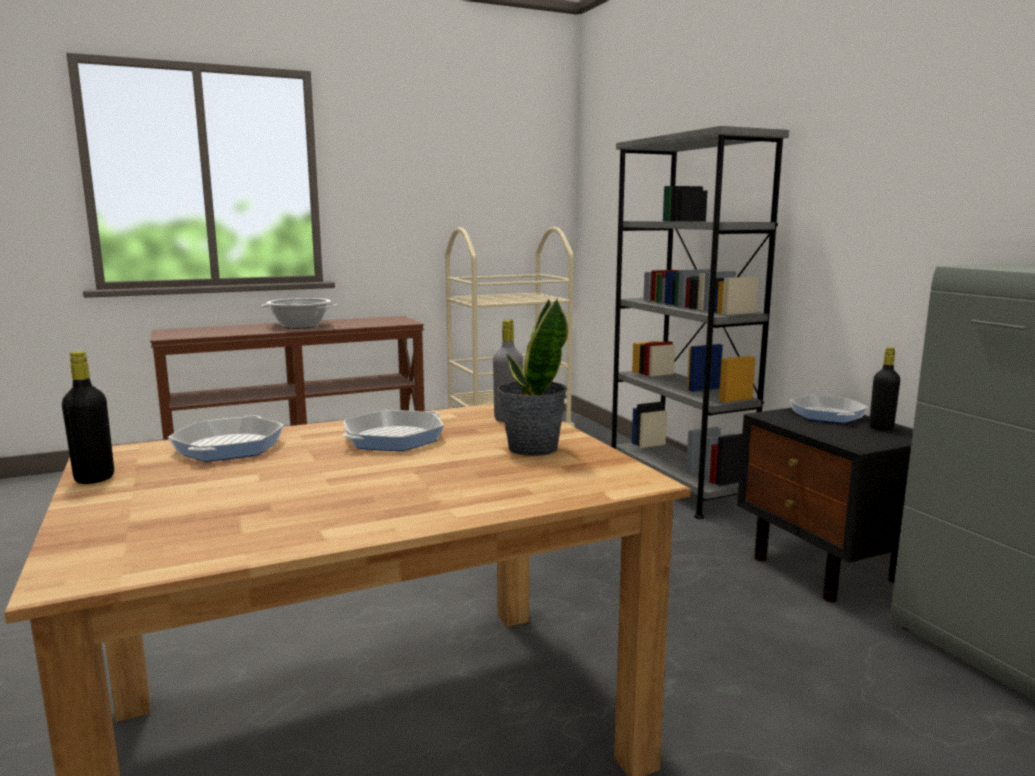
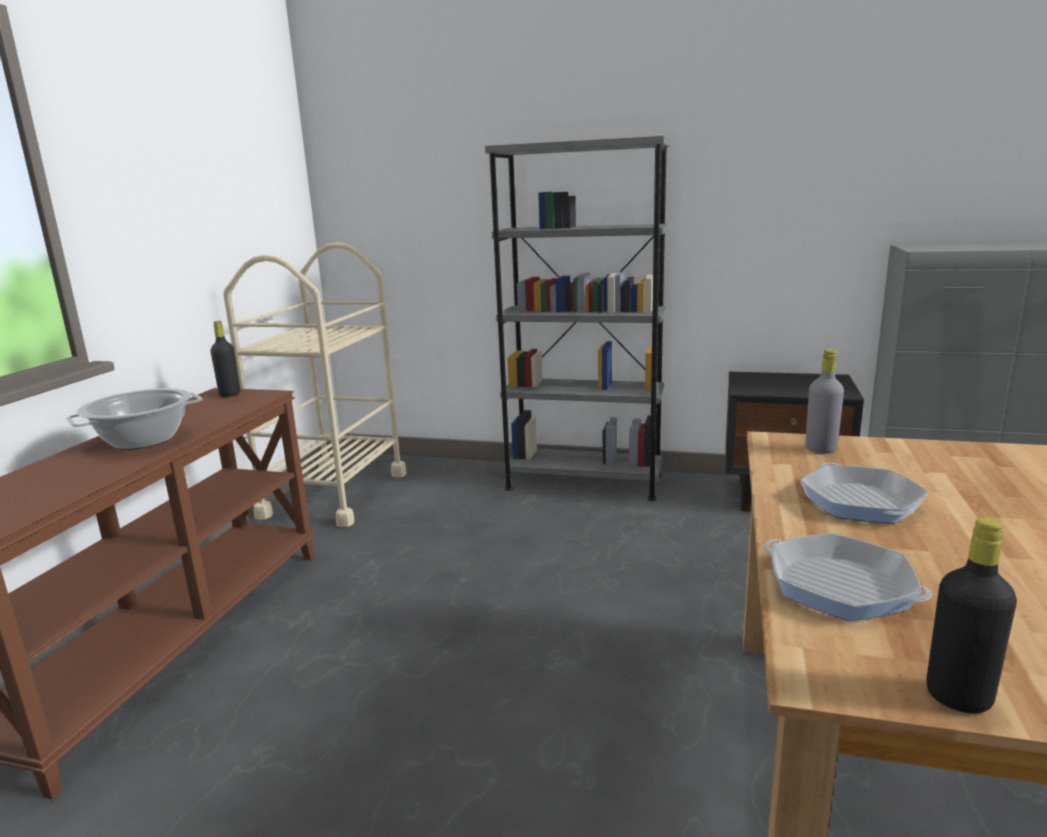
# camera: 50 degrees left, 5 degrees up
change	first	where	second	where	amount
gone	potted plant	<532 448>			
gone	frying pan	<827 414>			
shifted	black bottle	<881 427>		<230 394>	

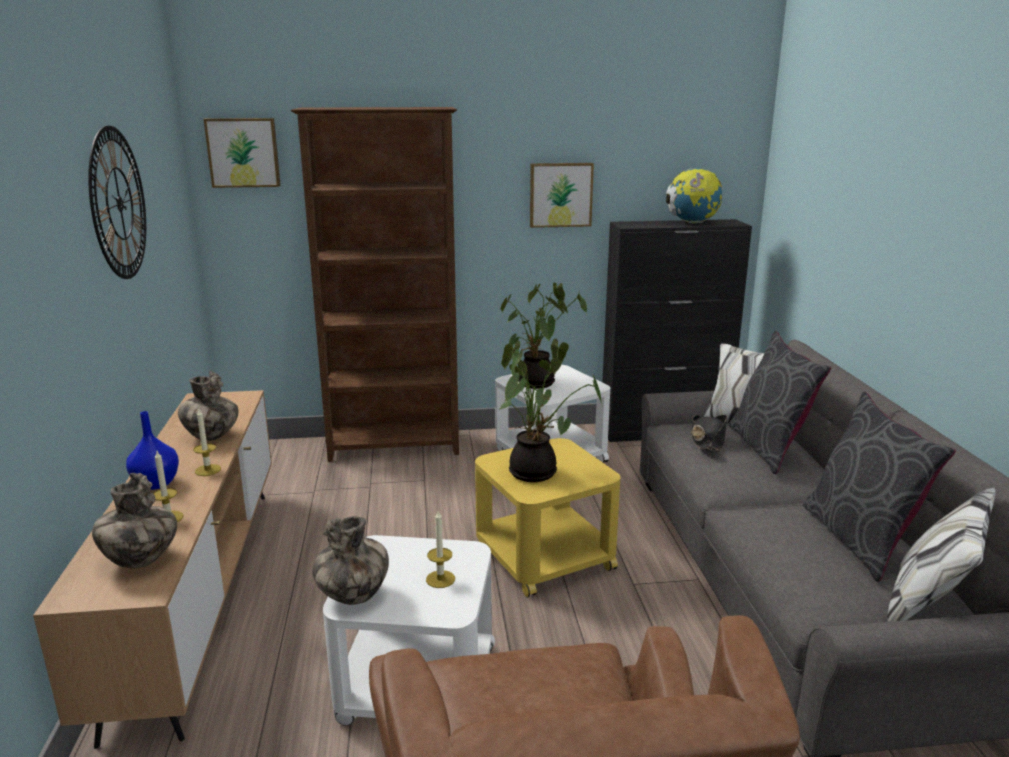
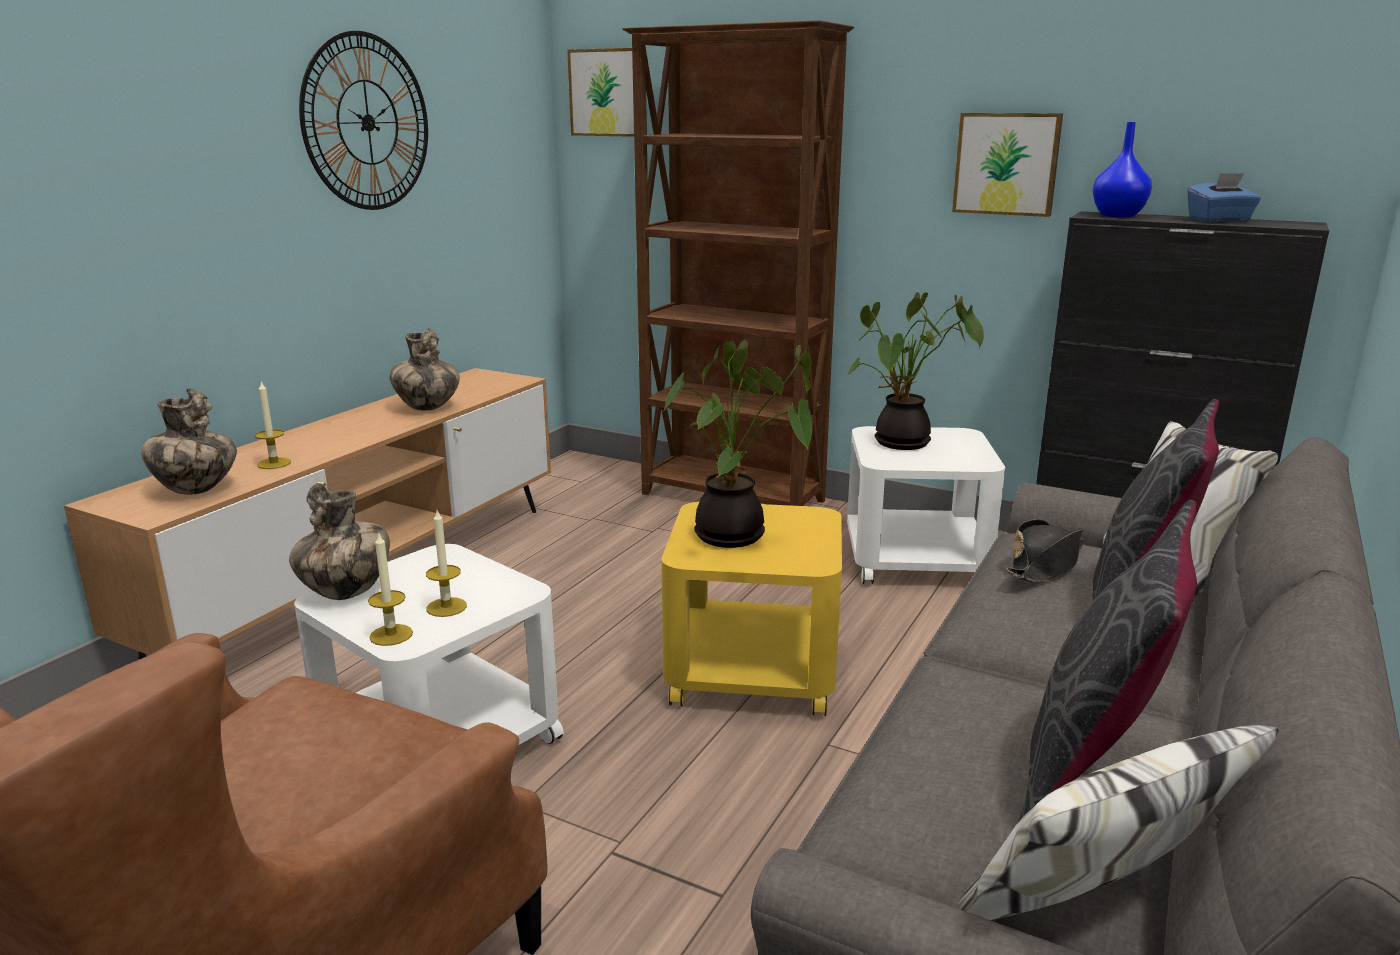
# camera: 35 degrees right, 0 degrees up
change	first	where	second	where	amount
shifted	blue vase	<156 484>		<1118 216>	
shifted	candle	<208 470>		<391 635>	
swapped	globe	<692 223>	blue tissue box	<1219 220>	

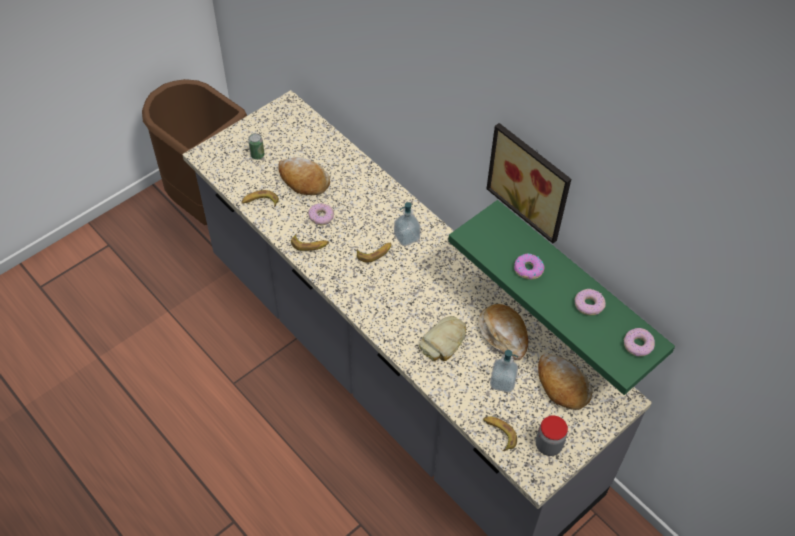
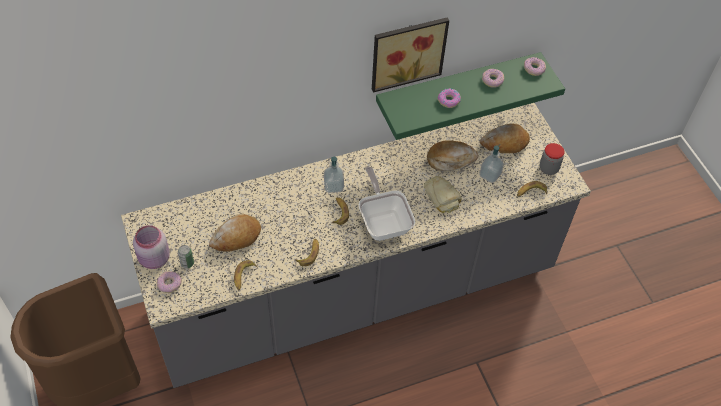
# camera: 70 degrees left, 0 degrees up
change	first	where	second	where	amount
shifted	donut	<321 216>		<169 284>	
new			pink jar	<154 259>	
new			frying pan	<383 221>	

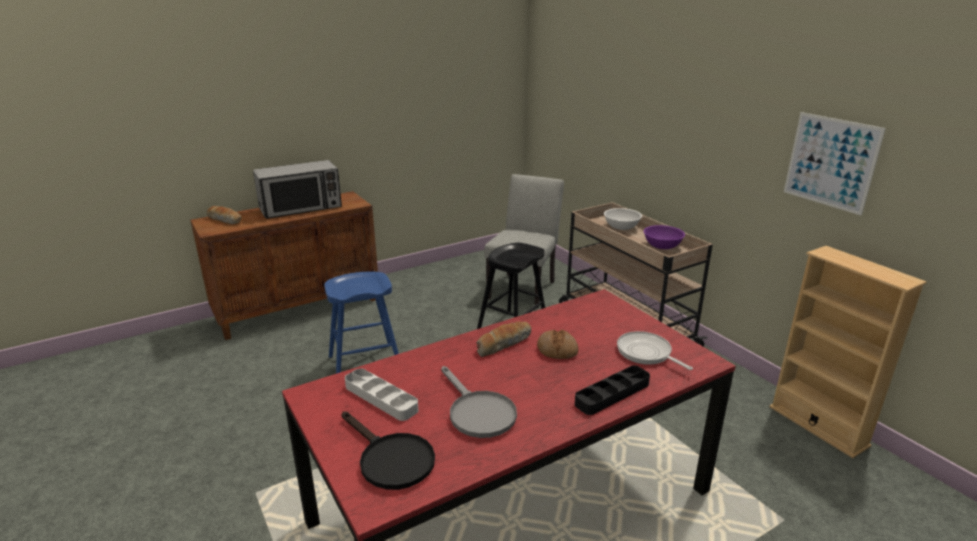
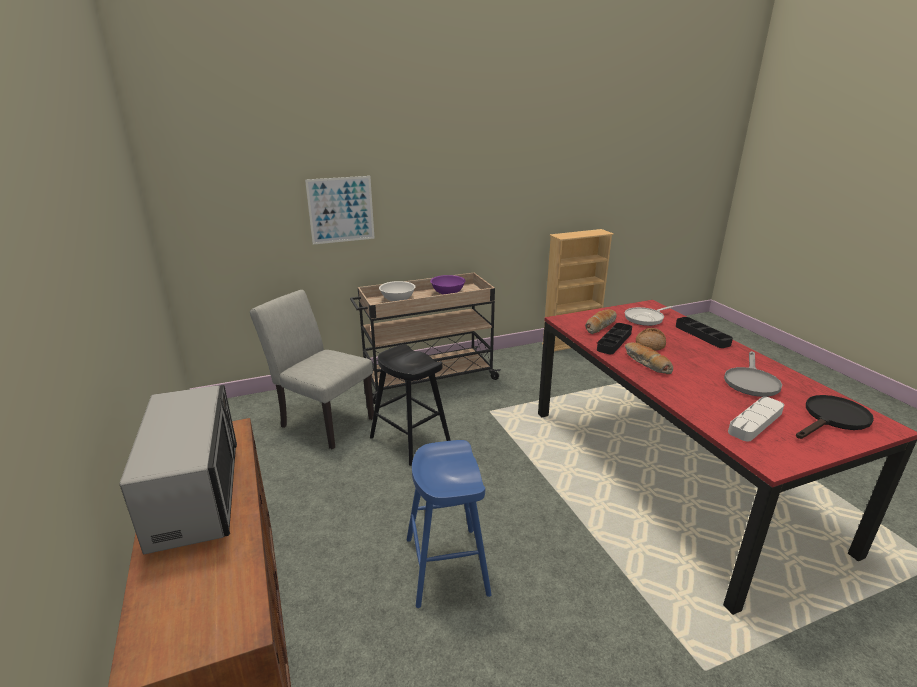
# camera: 80 degrees left, 0 degrees up
change	first	where	second	where	amount
shifted	bread	<225 220>		<600 326>	
rotated	grey frying pan	<477 412>		<750 381>	135 degrees clockwise
shifted	picture	<830 162>		<341 210>	
new			black tray	<614 341>	

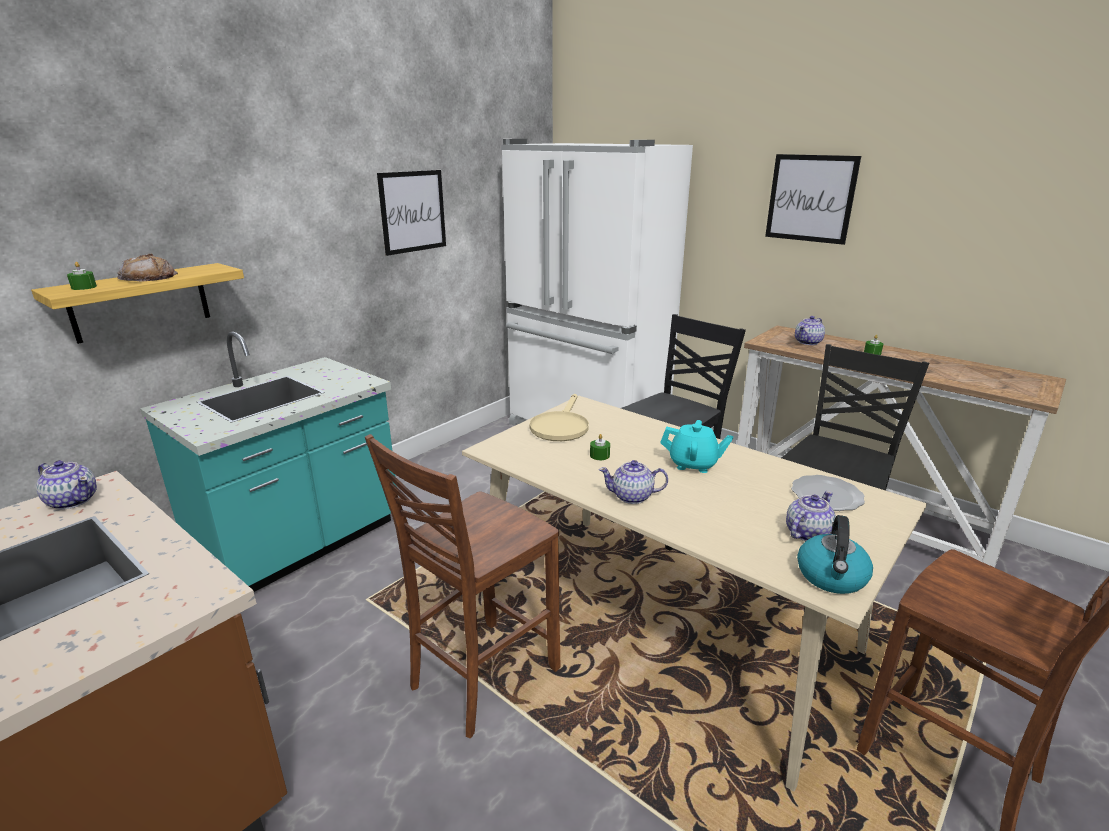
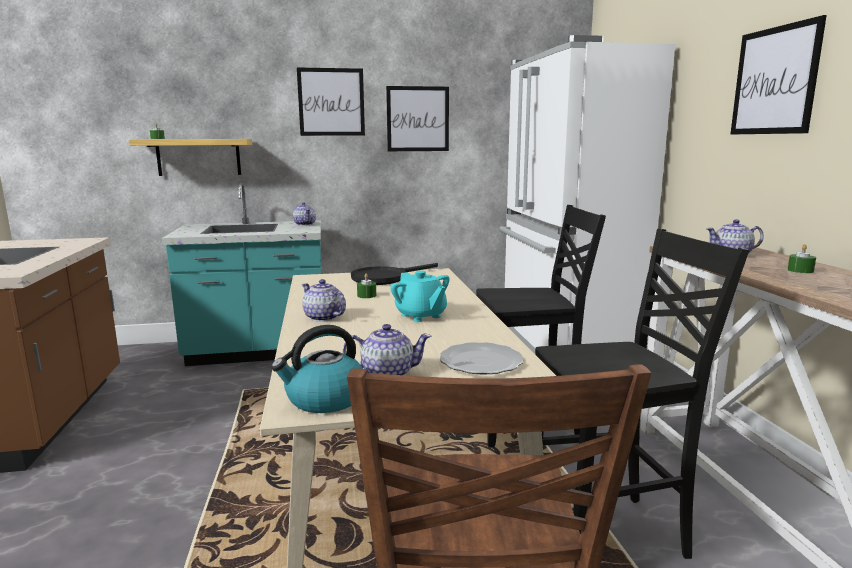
# camera: 40 degrees right, 10 degrees down
change	first	where	second	where	amount
shifted	teapot	<73 500>		<305 224>	
gone	bread	<148 277>			
gone	brown chair	<480 678>			
repainted	beige frying pan	<560 426>	black frying pan	<385 278>	
new			picture	<331 102>	

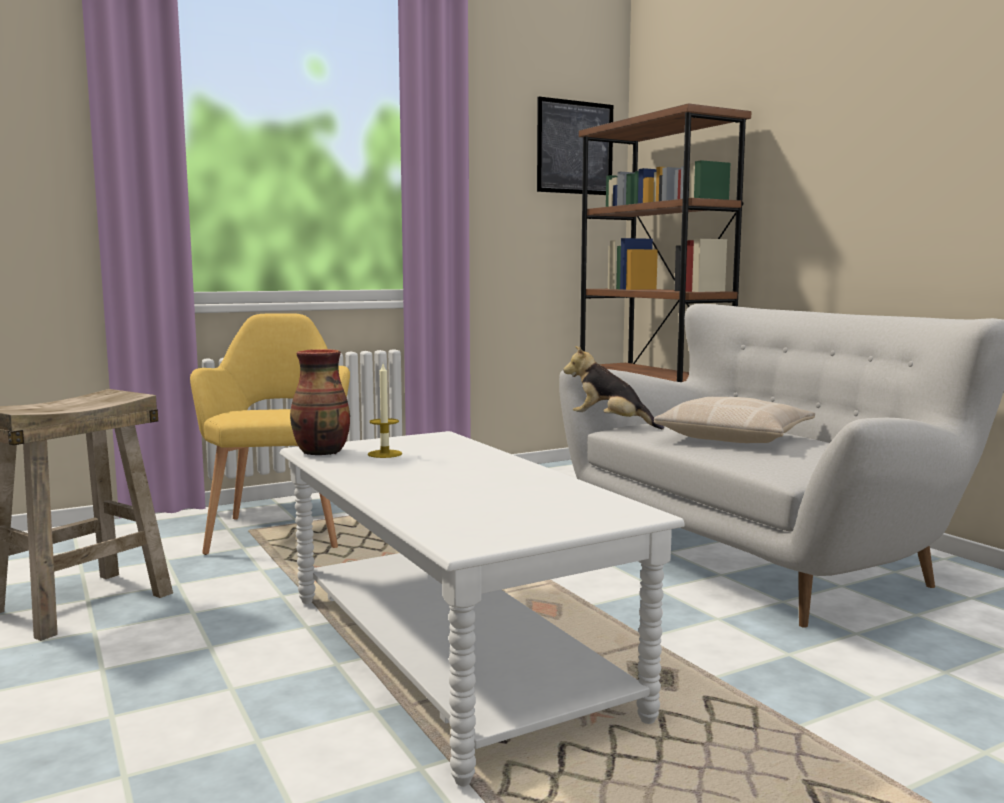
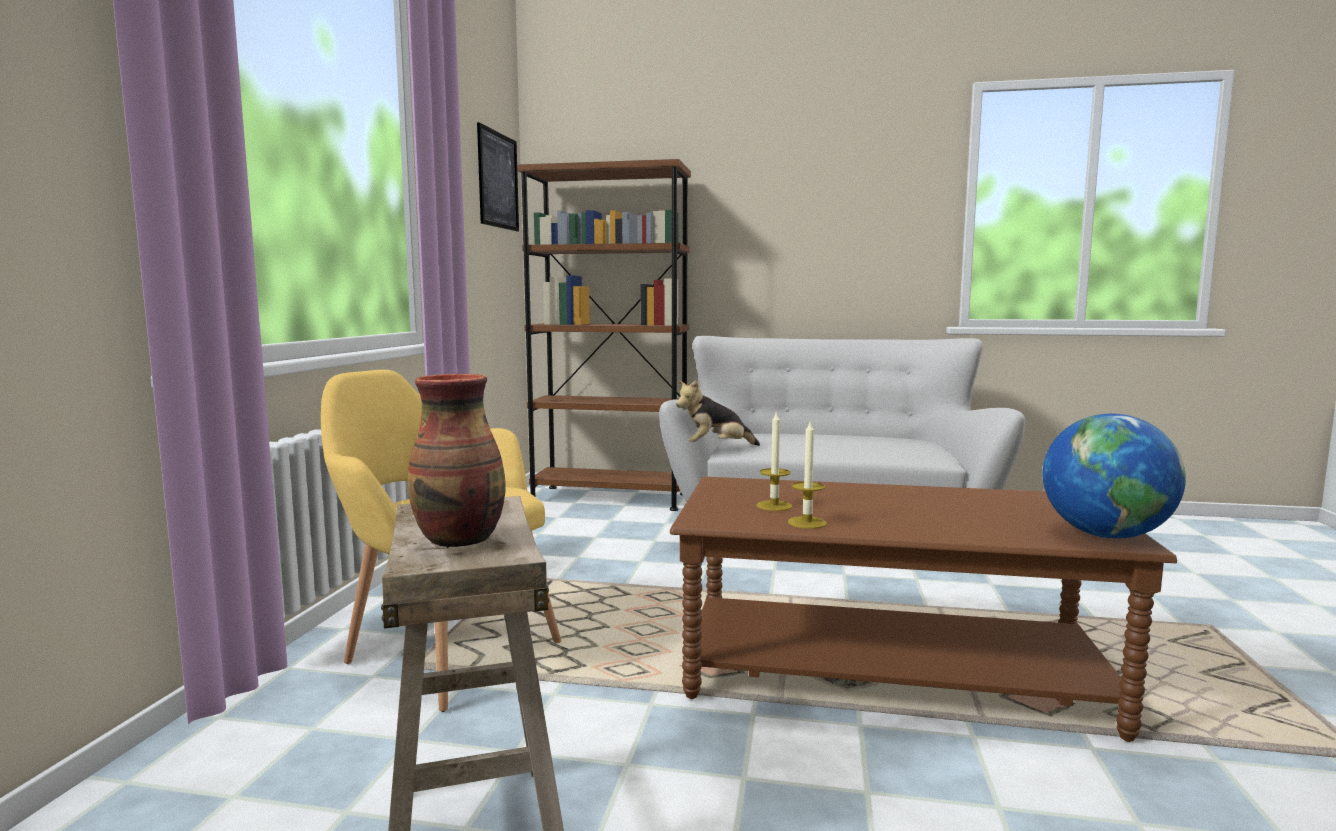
# camera: 50 degrees left, 0 degrees up
change	first	where	second	where	amount
repainted	white coffee table	<451 654>	brown coffee table	<890 674>	
shifted	vase	<322 452>		<462 539>	
gone	beige pillow	<735 437>			
new			candle	<807 522>	
new			globe	<1105 535>	

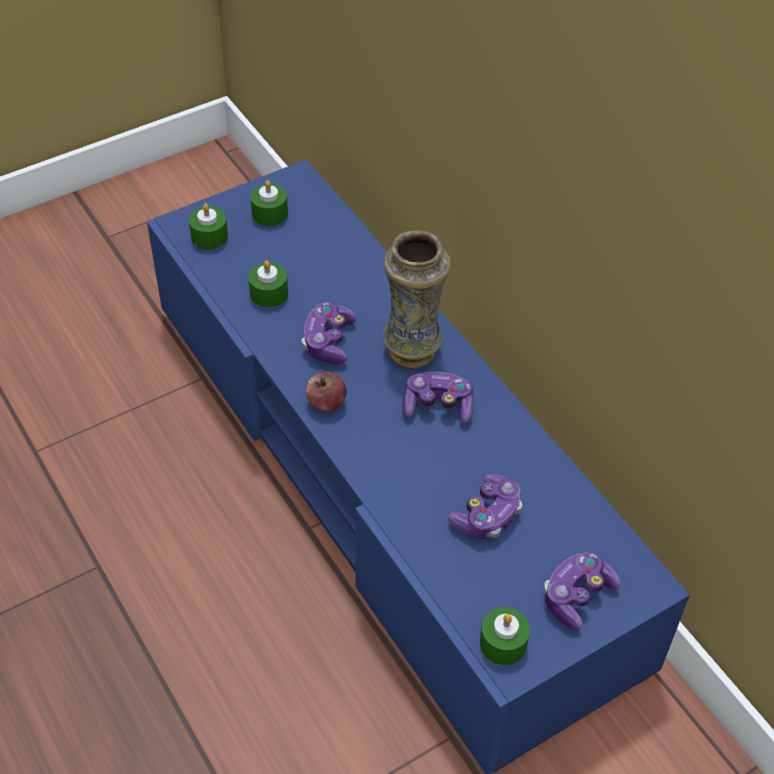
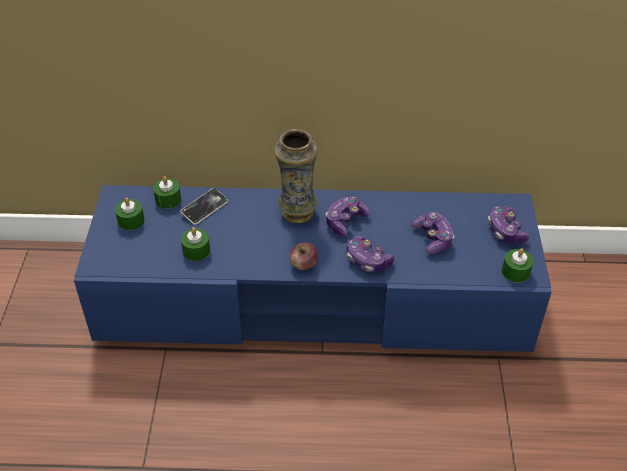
# camera: 55 degrees left, 5 degrees down
change	first	where	second	where	amount
shifted	green candle	<209 237>		<168 199>	
shifted	game controller	<328 341>		<367 260>	
new			phone	<205 208>	

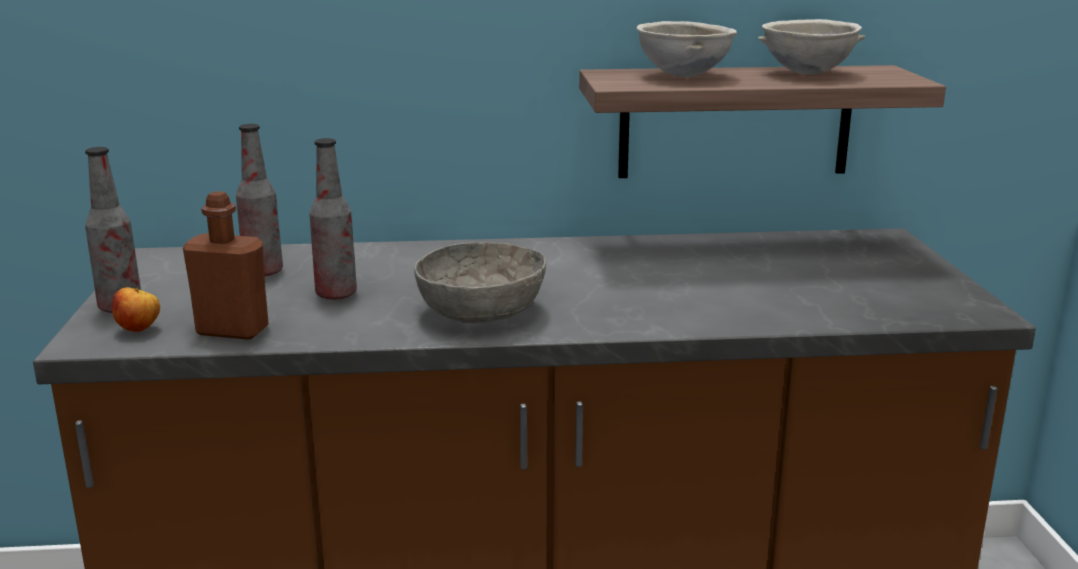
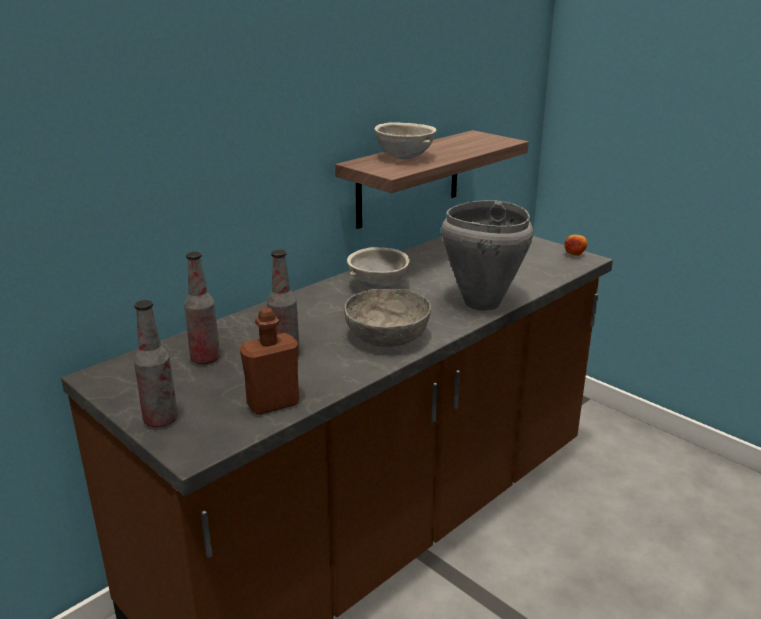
# camera: 40 degrees left, 5 degrees up
change	first	where	second	where	amount
shifted	apple	<139 330>		<574 255>	
shifted	grey bowl	<808 73>		<379 287>	
new			grey cooking pot	<481 303>	

